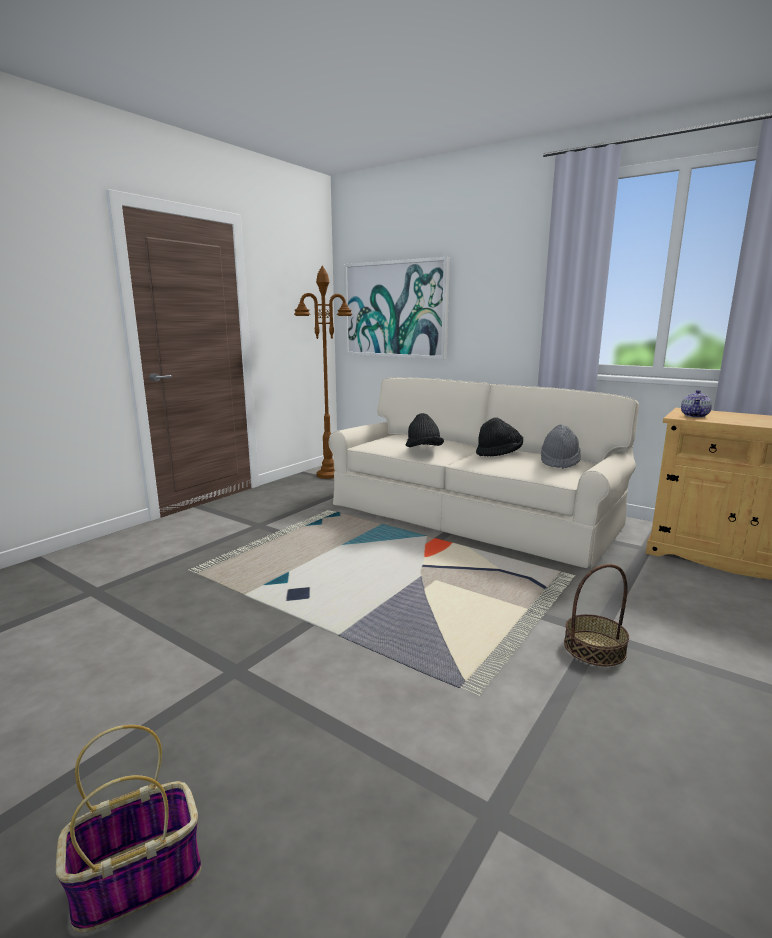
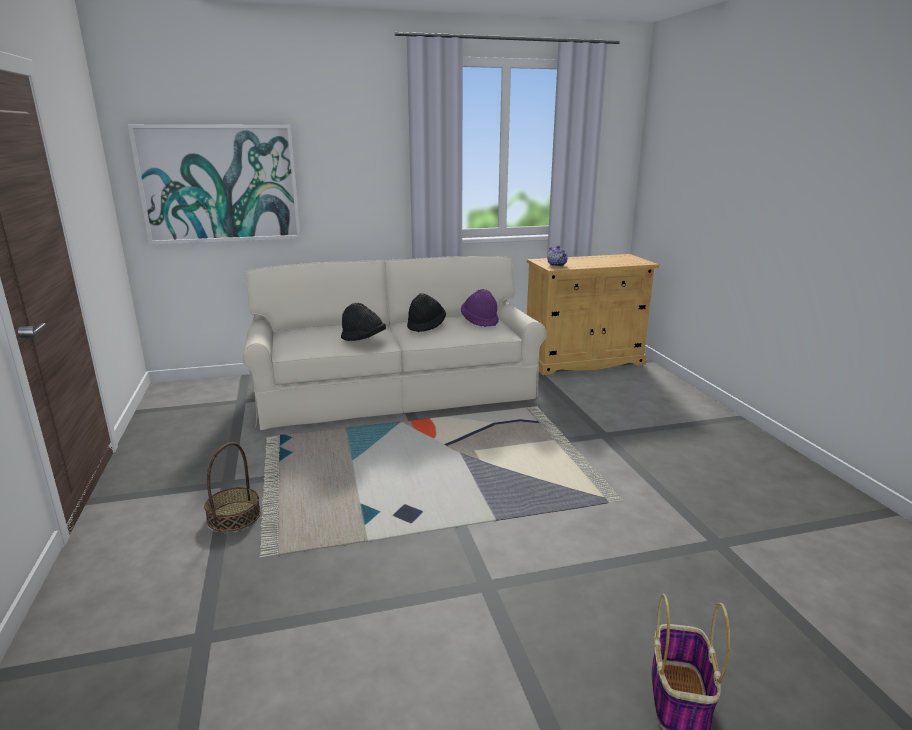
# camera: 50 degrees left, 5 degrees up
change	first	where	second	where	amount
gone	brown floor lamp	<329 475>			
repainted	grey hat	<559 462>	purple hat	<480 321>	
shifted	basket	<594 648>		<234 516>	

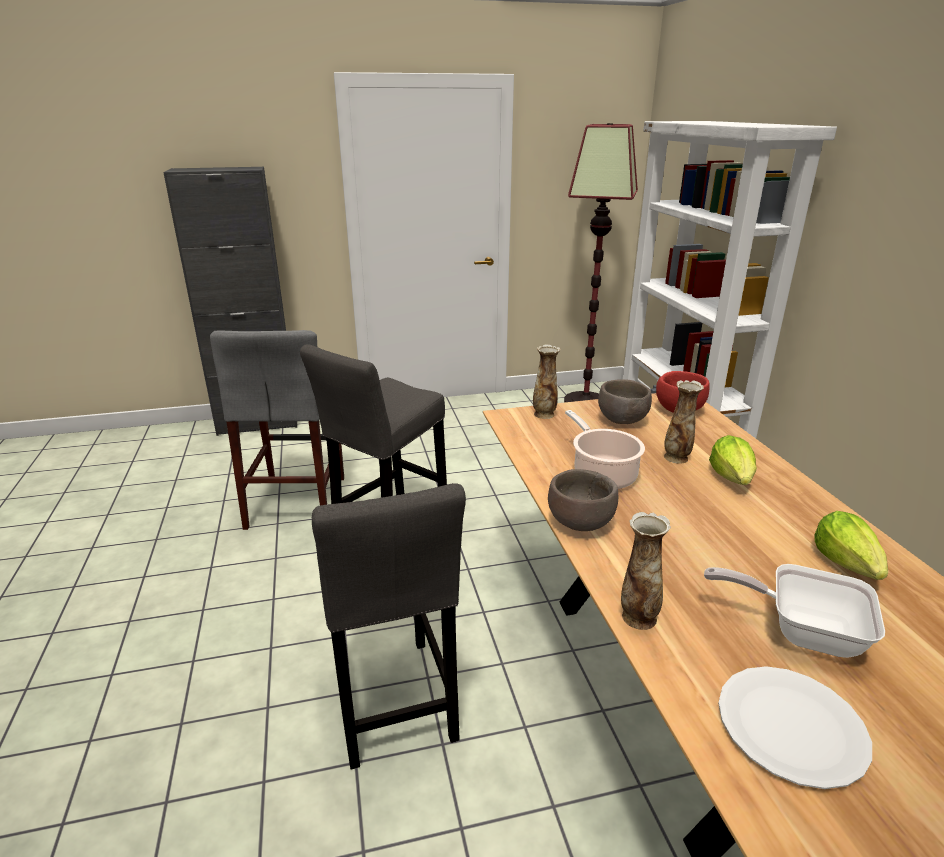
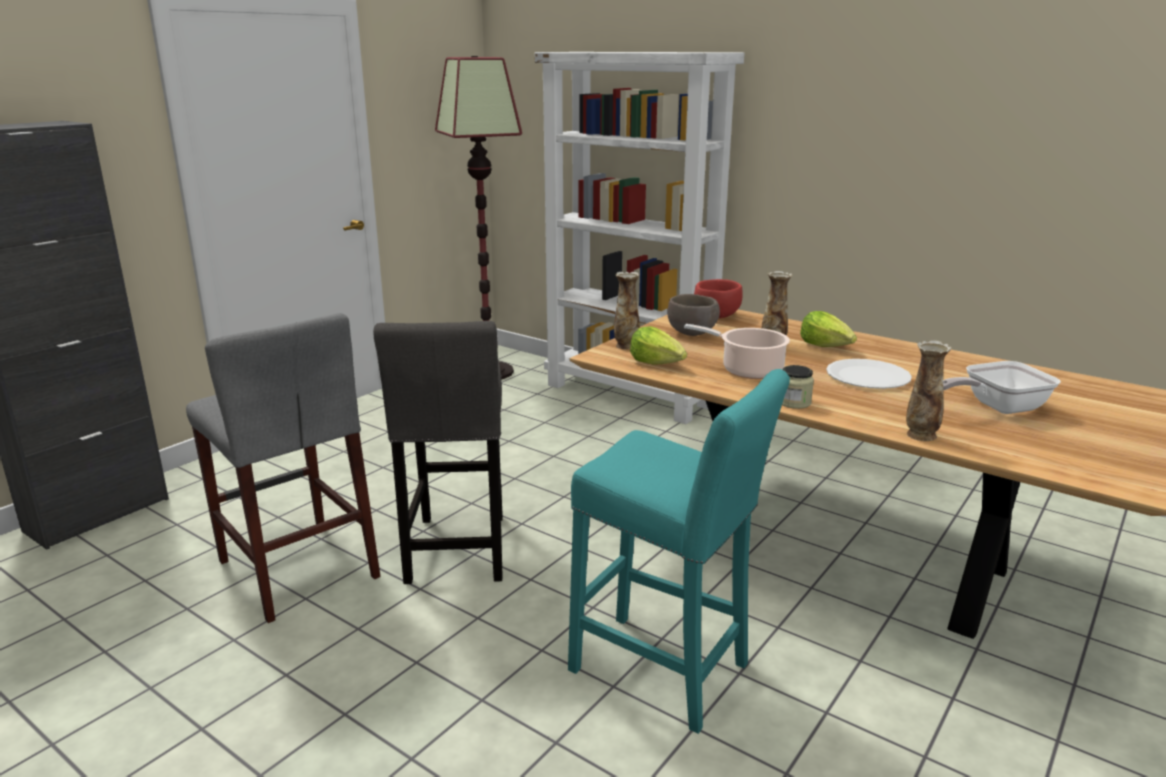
# camera: 40 degrees left, 5 degrees down
change	first	where	second	where	amount
repainted	grey stool	<394 706>	turquoise stool	<666 673>	
swapped	brown bowl	<581 523>	jar	<794 402>	
shifted	white plate	<790 727>		<867 377>	
shifted	lettuce	<847 563>		<657 363>	

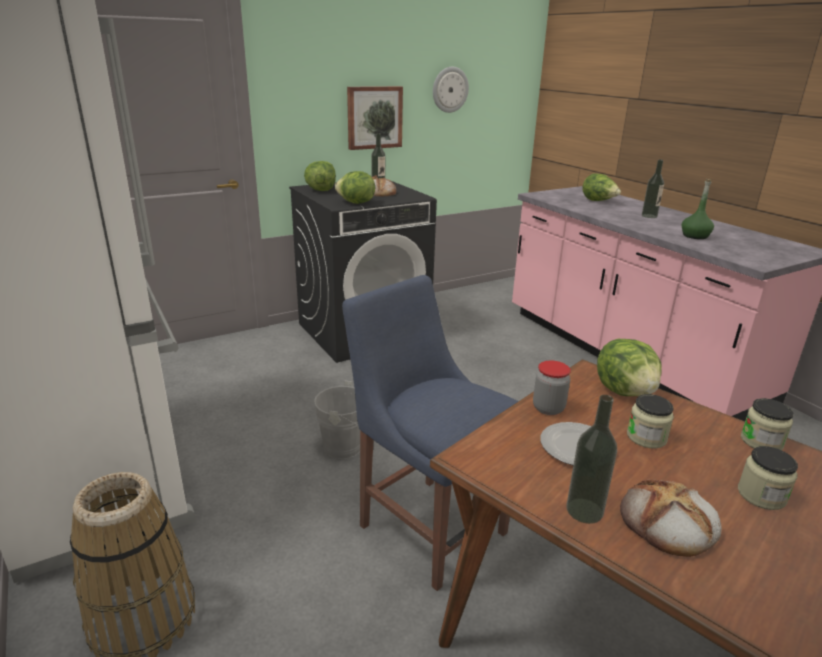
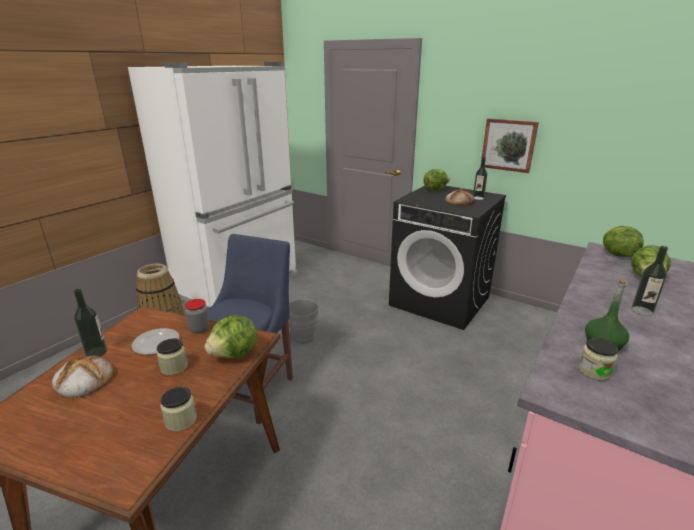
# camera: 65 degrees right, 0 degrees up
change	first	where	second	where	amount
shifted	lettuce	<356 203>		<617 255>	
gone	wall clock	<450 89>			
shifted	jar	<761 495>		<594 371>	

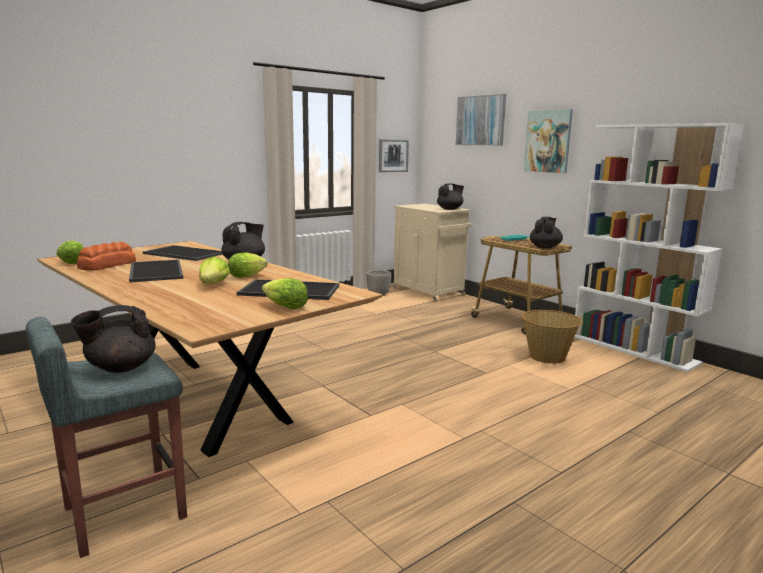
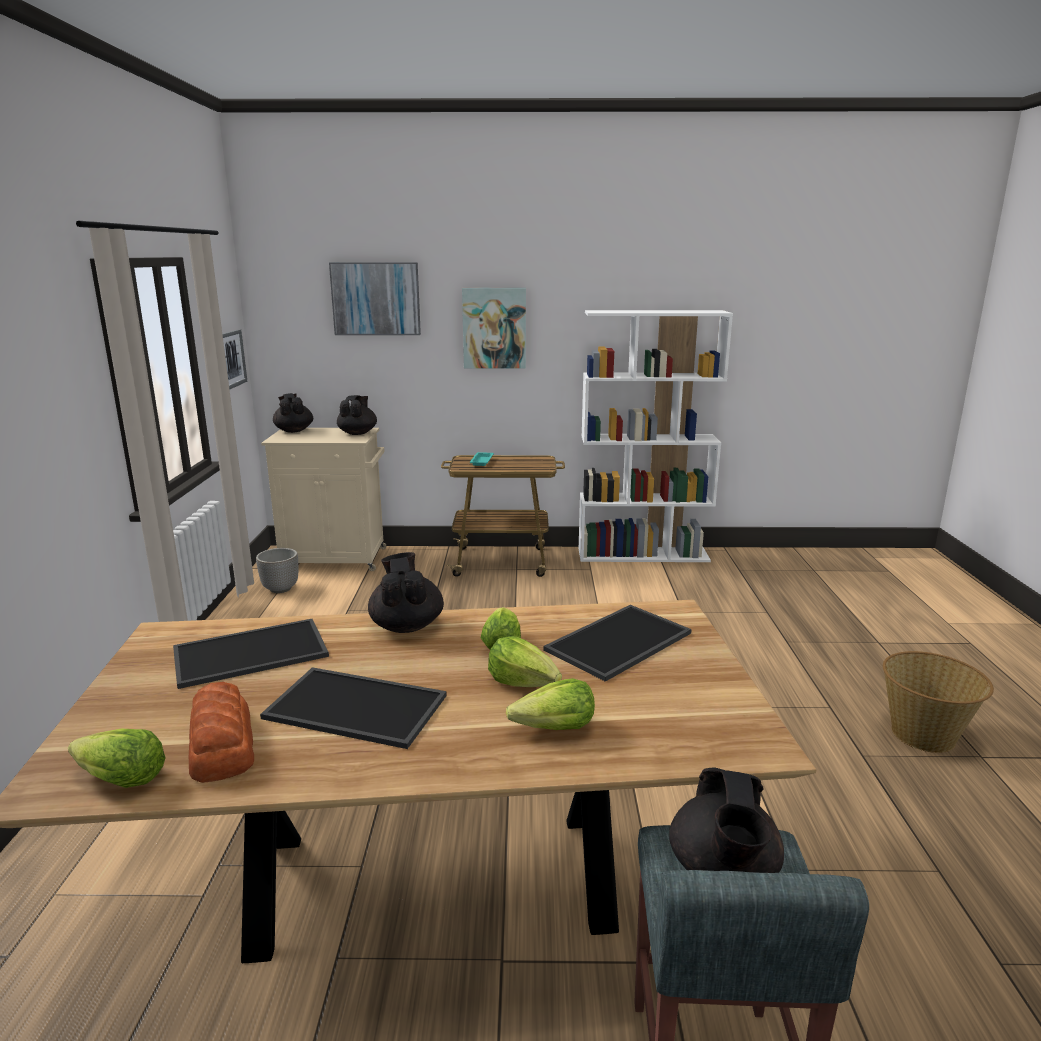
# camera: 50 degrees left, 5 degrees up
change	first	where	second	where	amount
shifted	lettuce	<284 307>		<555 728>	
shifted	basket	<548 357>		<924 734>	
shifted	black teapot	<545 247>		<294 431>	

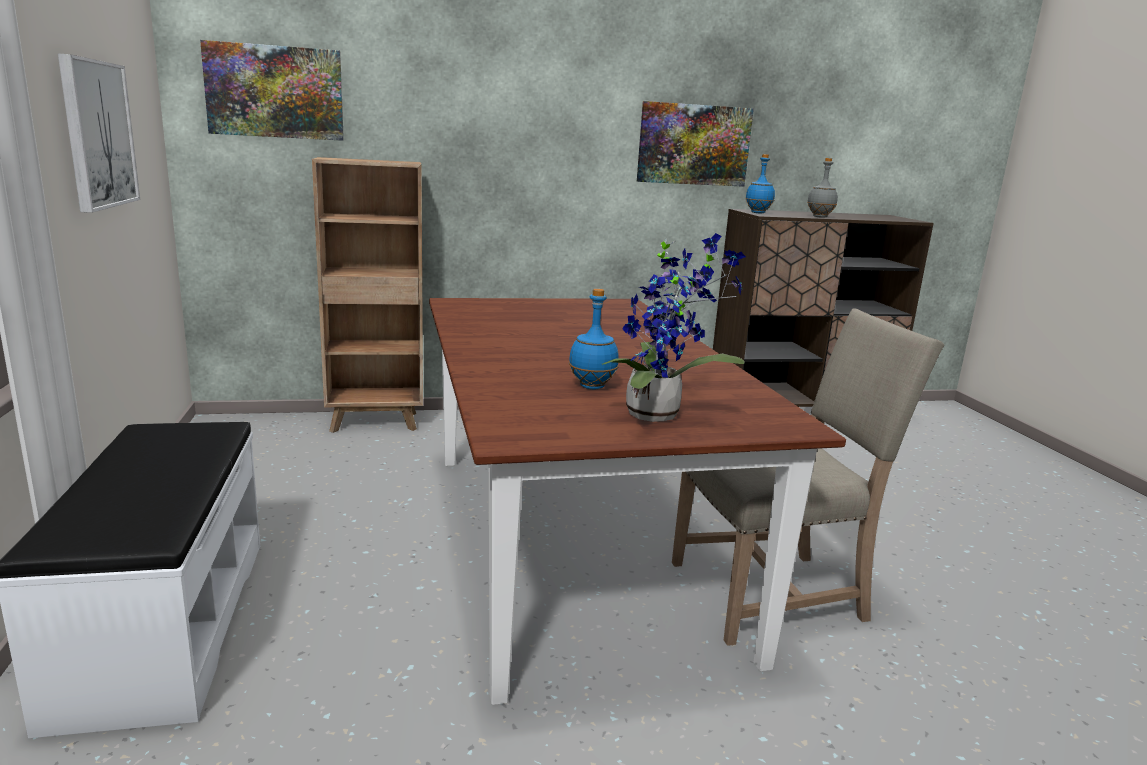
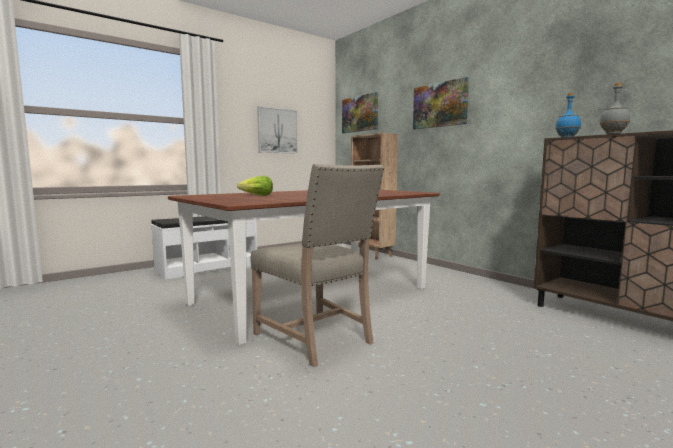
# camera: 65 degrees right, 10 degrees down
change	first	where	second	where	amount
swapped	blue bottle	<593 386>	lettuce	<256 195>	
gone	potted plant	<659 414>			
shifted	picture	<693 145>		<440 105>	

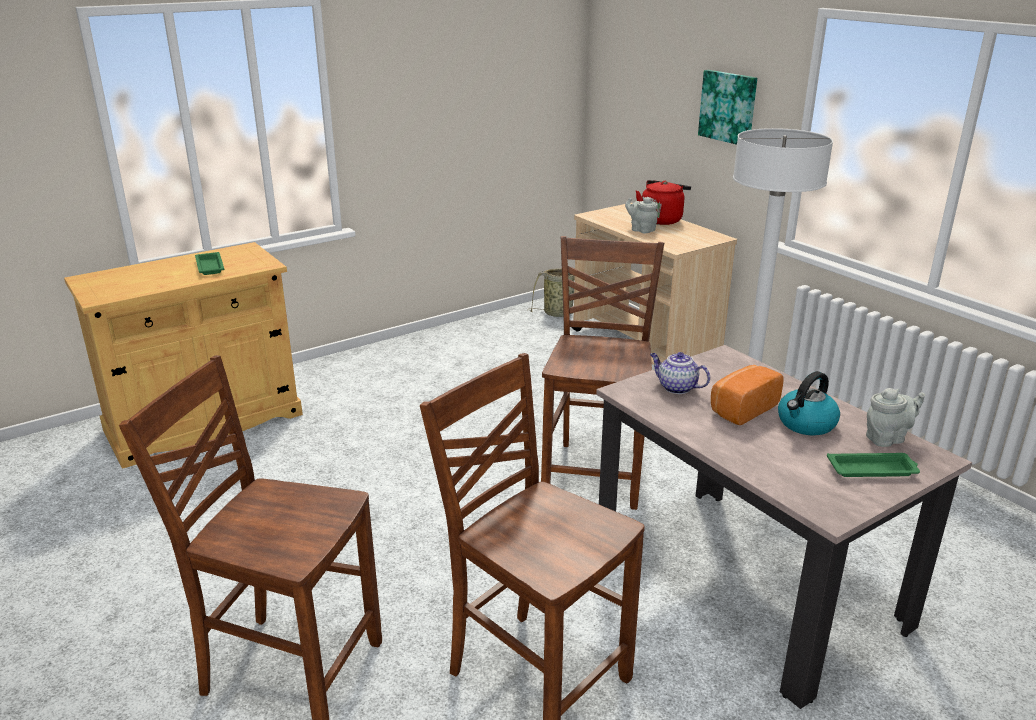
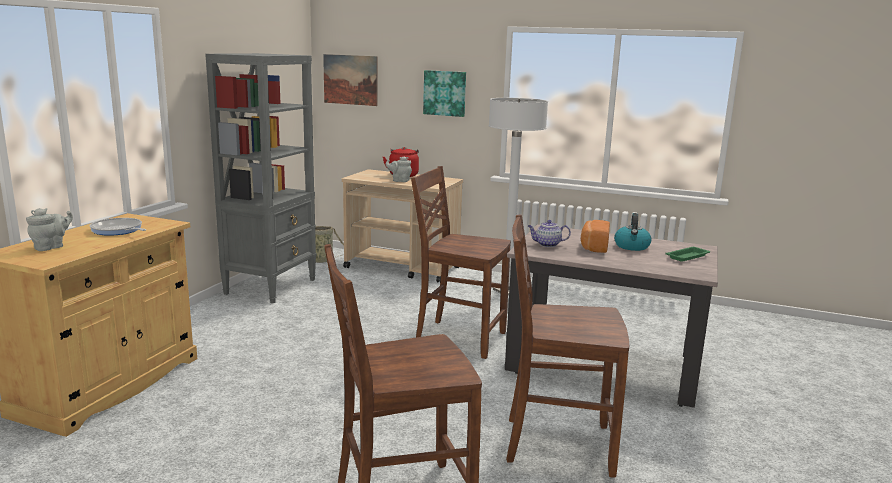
# camera: 35 degrees left, 10 degrees down
change	first	where	second	where	amount
swapped	green tray	<210 266>	frying pan	<118 230>	
rotated	brown chair	<596 473>		<458 337>	45 degrees counterclockwise
shifted	grey teapot	<887 438>		<51 247>	
new			grey bookcase	<271 286>	
new			picture	<350 80>	

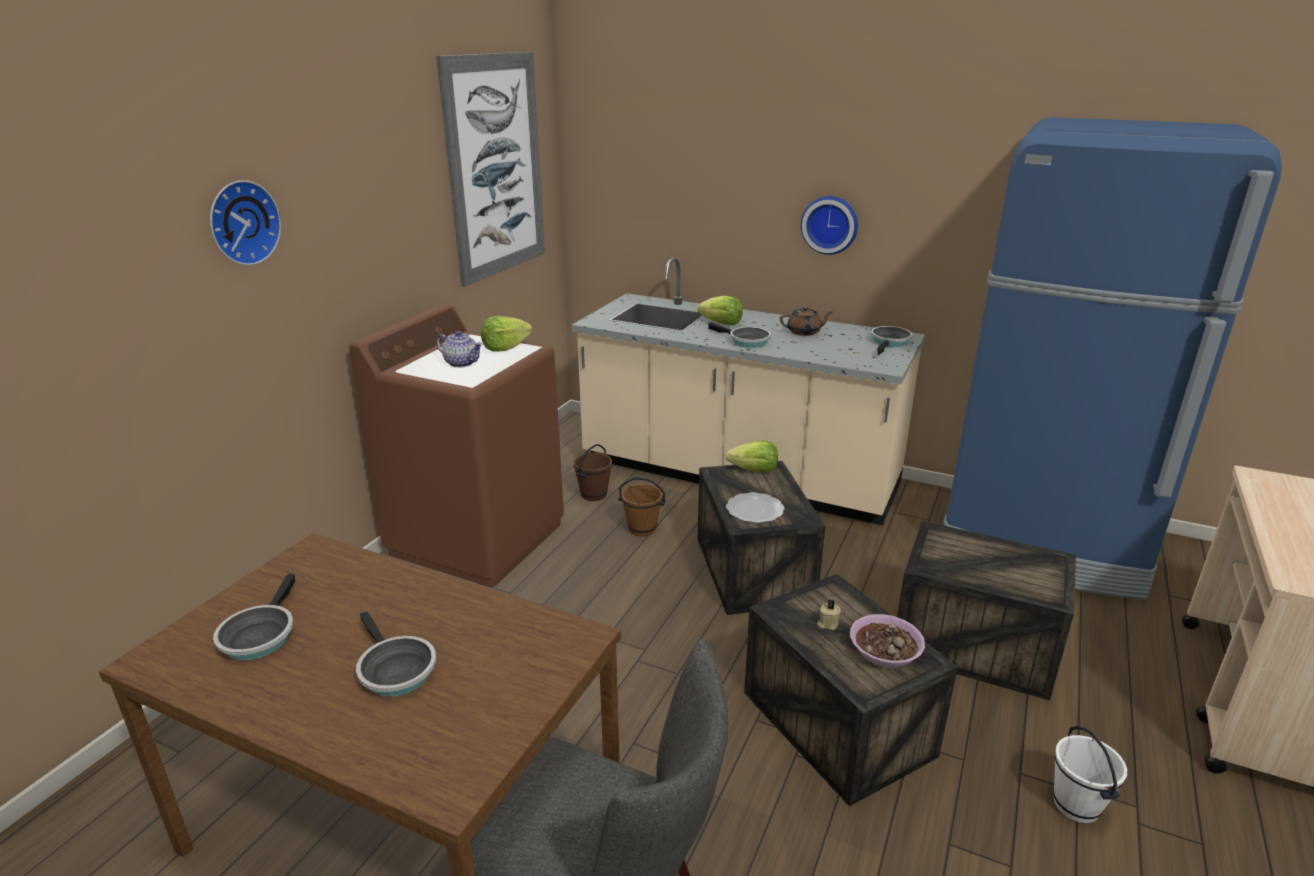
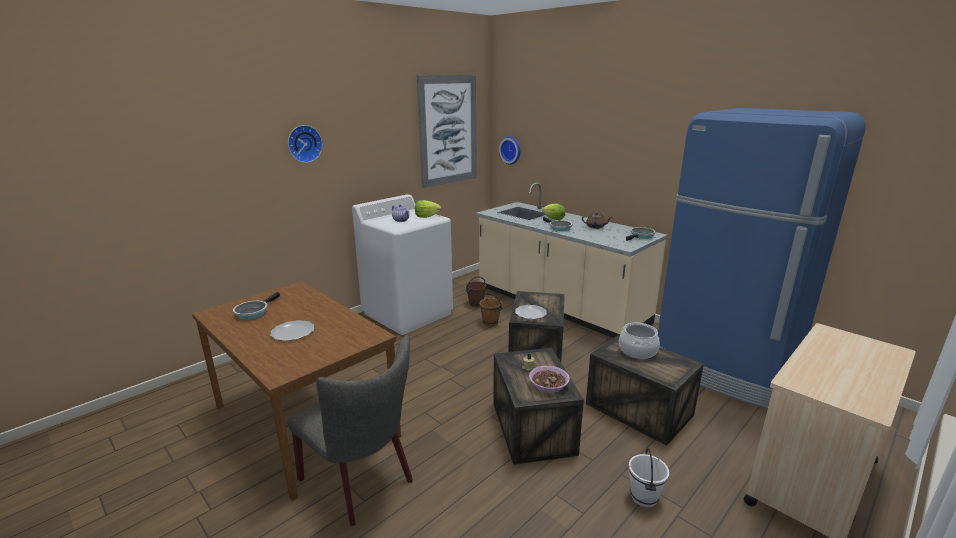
# camera: 20 degrees right, 5 degrees down
change	first	where	second	where	amount
repainted	brown washing machine	<478 538>	white washing machine	<408 313>	
swapped	frying pan	<394 670>	plate	<292 332>	
gone	lettuce	<754 470>			
shifted	wall clock	<830 224>		<511 150>	
new			cooking pot	<637 350>	

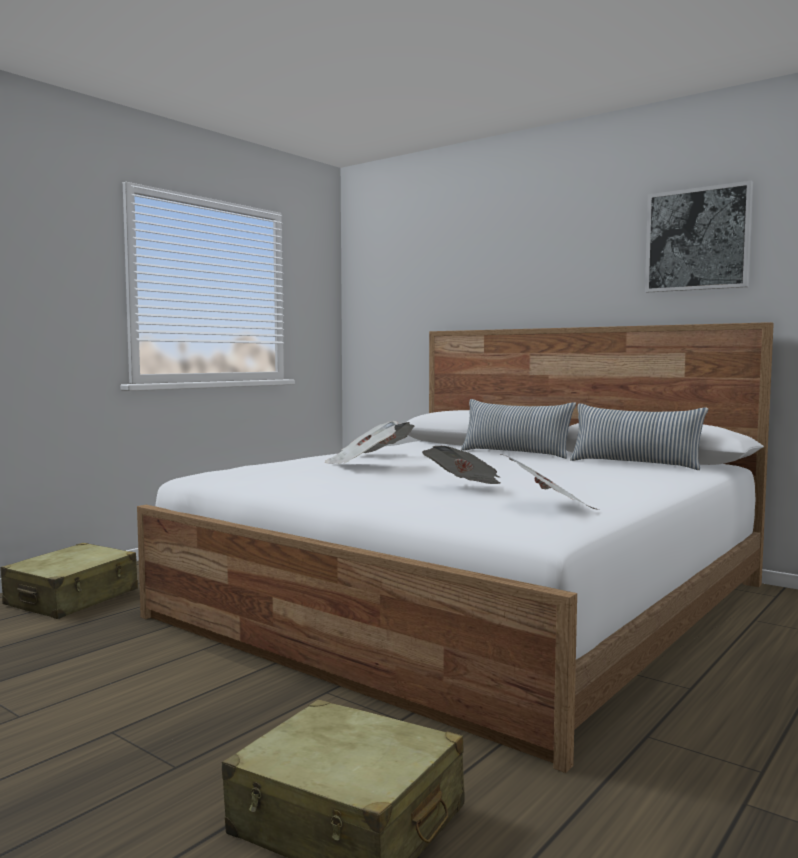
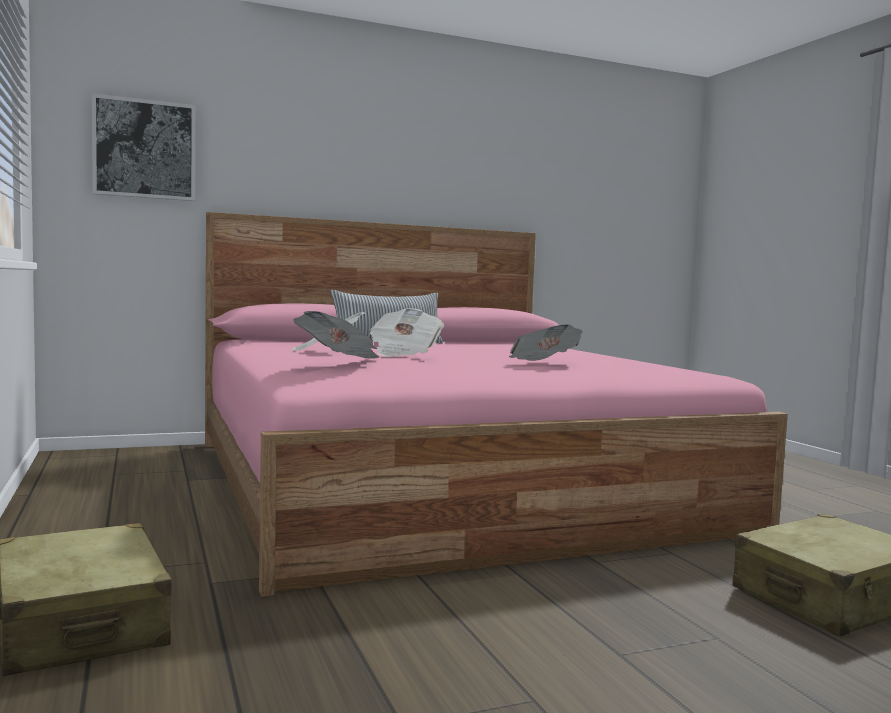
# camera: 60 degrees left, 0 degrees up
change	first	where	second	where	amount
repainted	white bed	<473 600>	pink bed	<441 482>	
shifted	newspaper	<549 507>		<339 360>	
gone	pillow	<635 464>			
shifted	picture	<697 239>		<144 149>	

